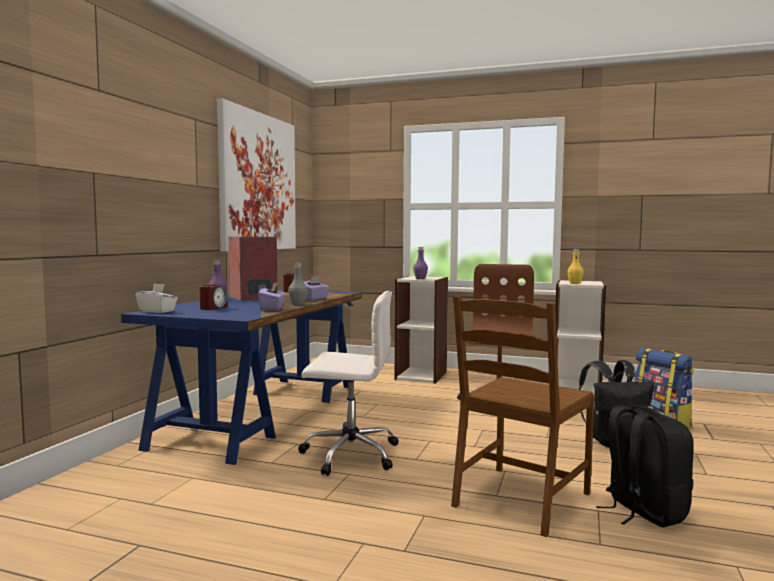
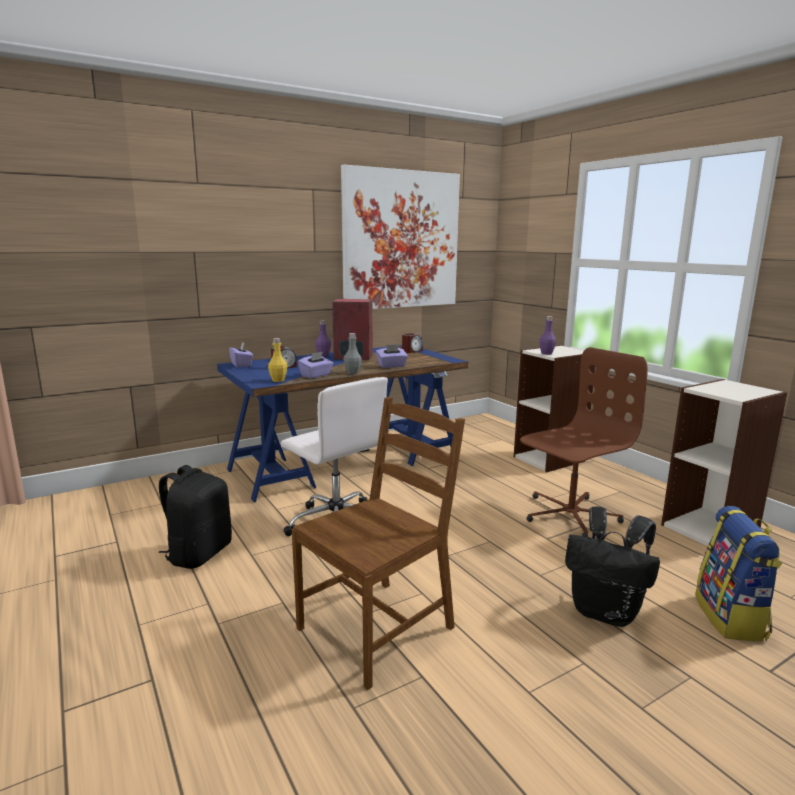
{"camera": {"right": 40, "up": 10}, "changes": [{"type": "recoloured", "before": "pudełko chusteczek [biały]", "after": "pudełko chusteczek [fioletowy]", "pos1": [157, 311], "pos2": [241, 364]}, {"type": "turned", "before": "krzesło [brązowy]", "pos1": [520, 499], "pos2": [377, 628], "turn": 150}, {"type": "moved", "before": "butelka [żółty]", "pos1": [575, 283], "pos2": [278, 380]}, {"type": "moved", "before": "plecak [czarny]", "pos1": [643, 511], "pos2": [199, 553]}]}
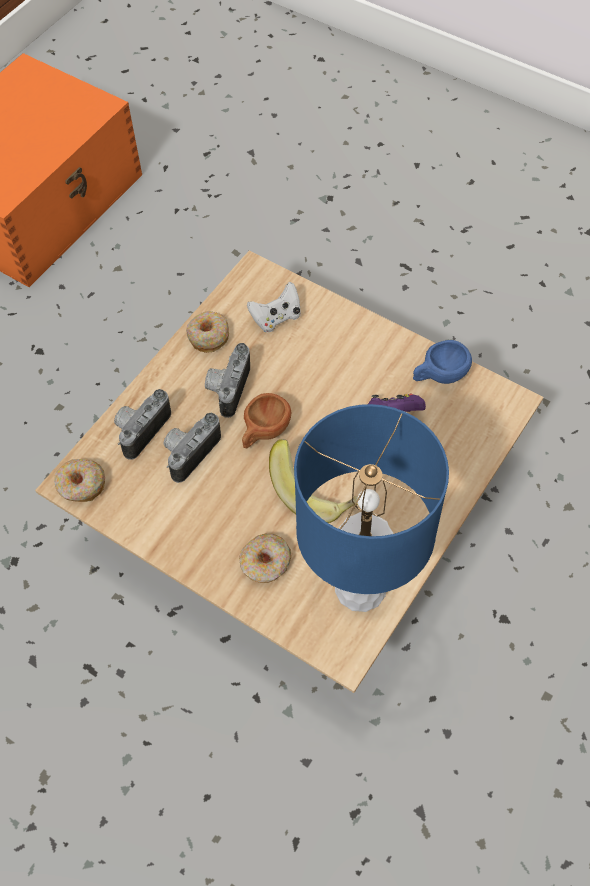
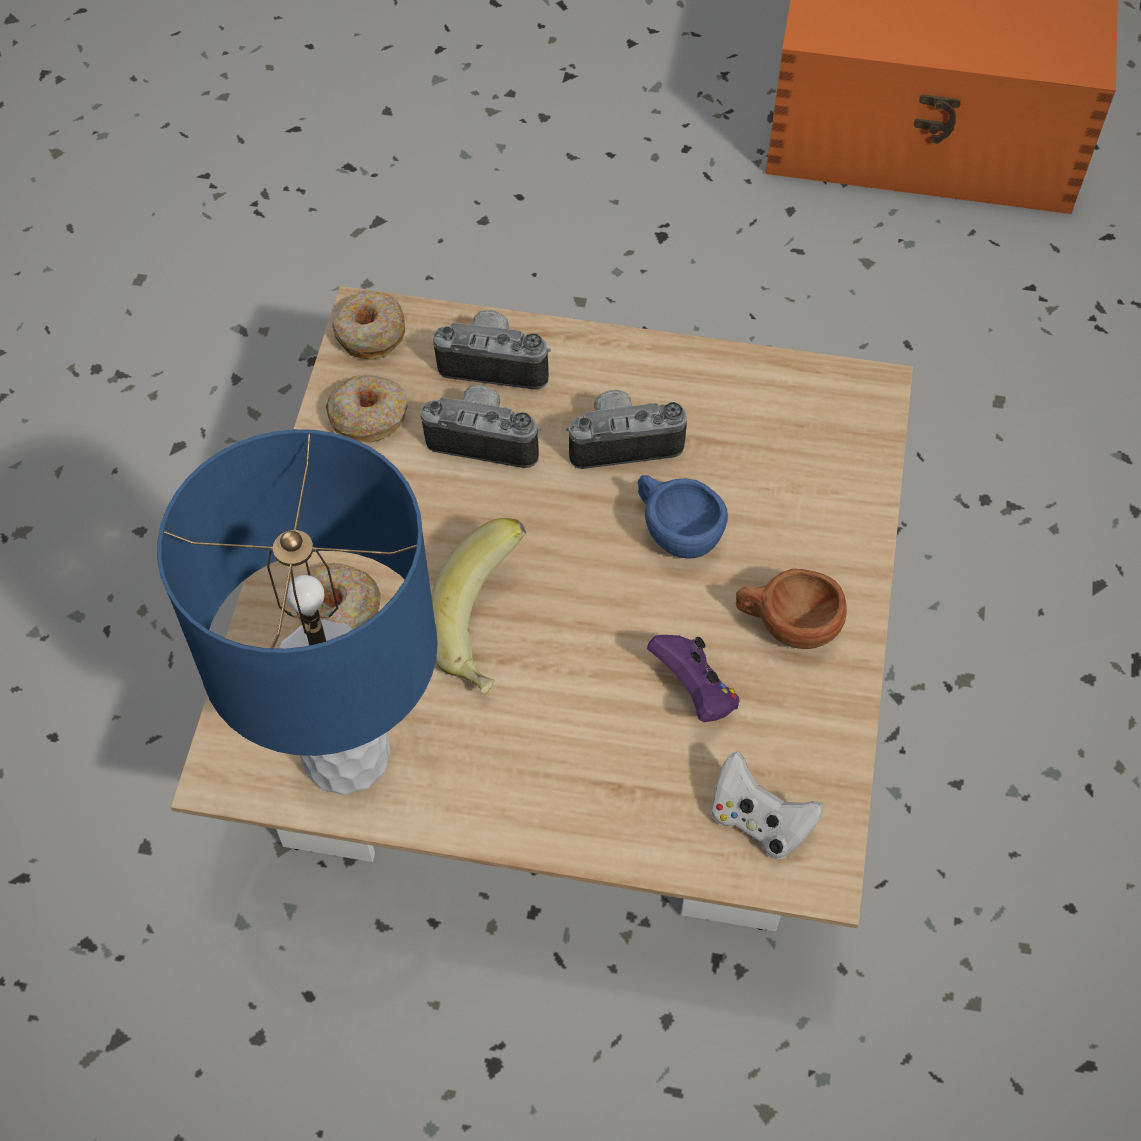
{"camera": {"right": 65, "up": 0}, "changes": [{"type": "moved", "before": "donut", "pos1": [208, 336], "pos2": [369, 416]}, {"type": "moved", "before": "filiżanka [brązowy]", "pos1": [264, 432], "pos2": [786, 625]}, {"type": "moved", "before": "pad do gier [biały]", "pos1": [276, 318], "pos2": [759, 821]}, {"type": "moved", "before": "filiżanka [niebieski]", "pos1": [439, 376], "pos2": [675, 531]}]}
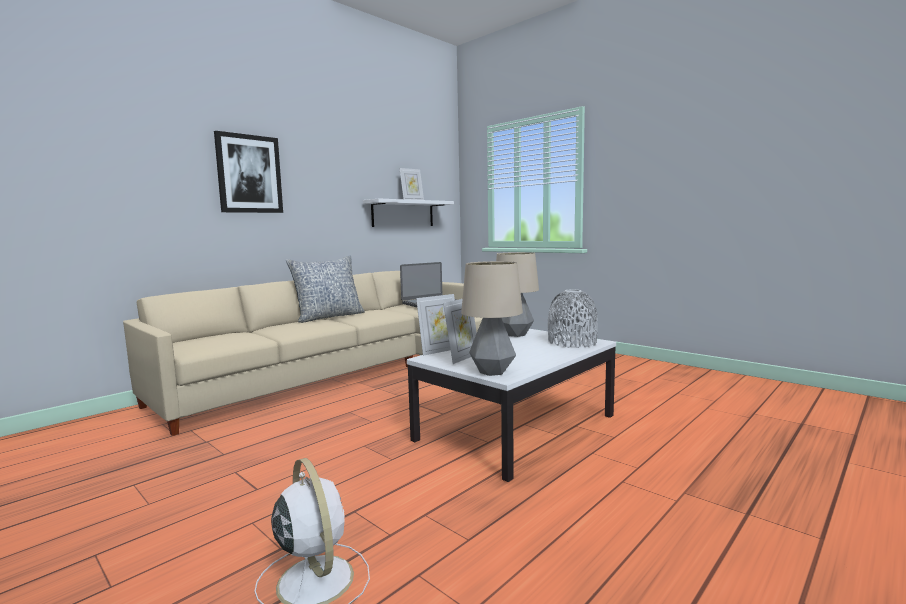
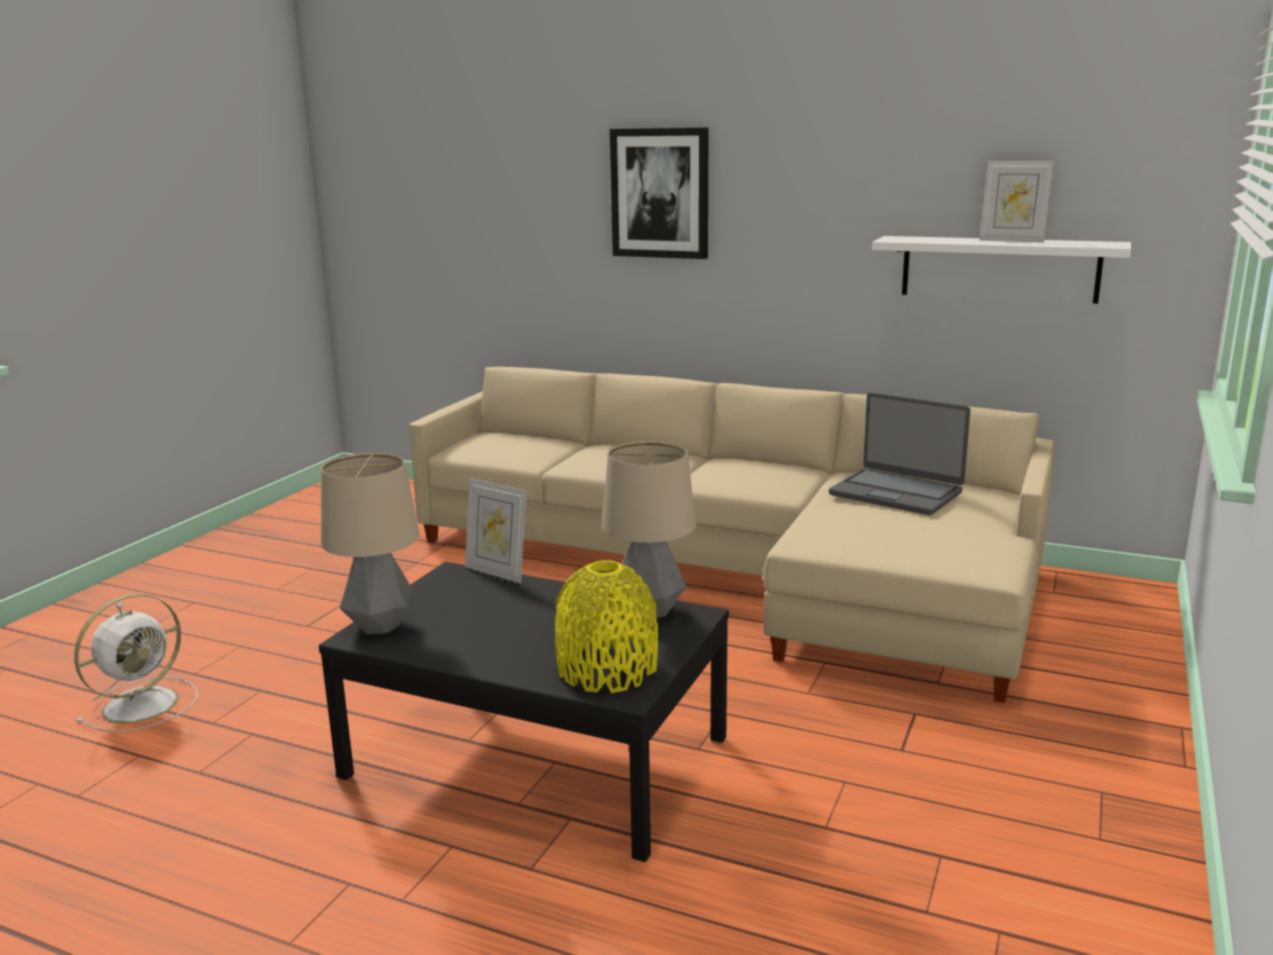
{"camera": {"right": 70, "up": 10}, "changes": [{"type": "removed", "before": "poduszka", "pos1": [328, 317]}, {"type": "recoloured", "before": "ława [biały]", "after": "ława [czarny]", "pos1": [516, 427], "pos2": [537, 756]}, {"type": "removed", "before": "ramka na zdjęcie", "pos1": [462, 358]}, {"type": "recoloured", "before": "wazon [szary]", "after": "wazon [żółty]", "pos1": [572, 342], "pos2": [607, 669]}]}
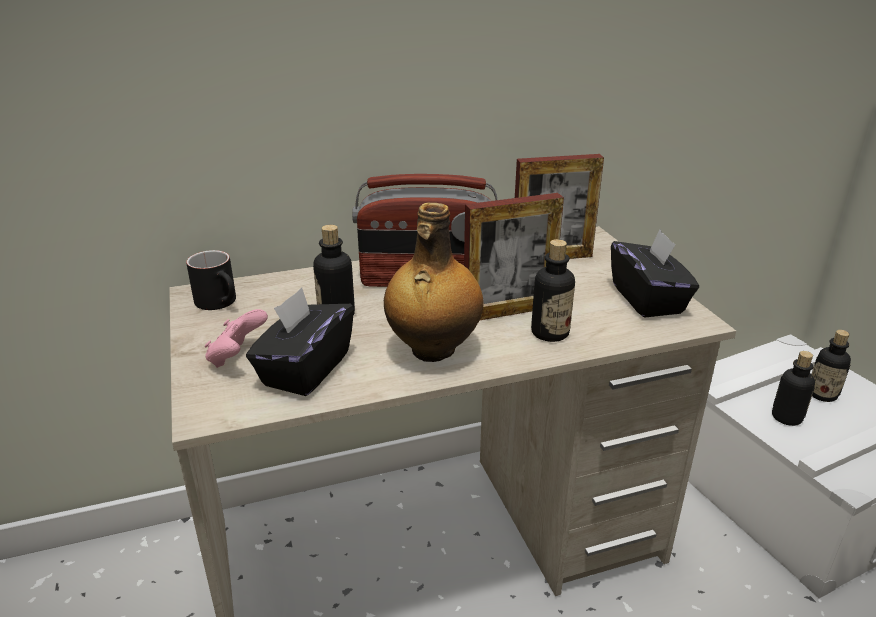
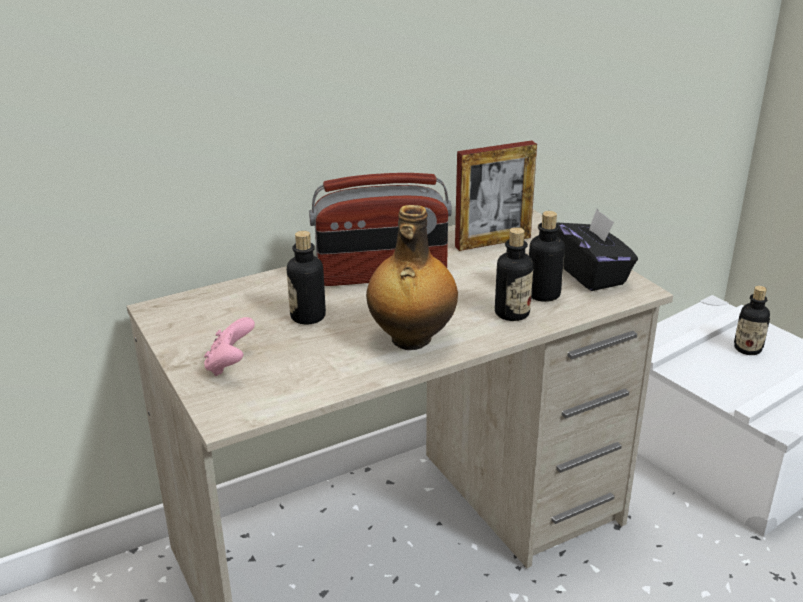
{"camera": {"right": -10, "up": 0}, "changes": [{"type": "removed", "before": "kubek [czarny]", "pos1": [221, 302]}, {"type": "removed", "before": "pudełko chusteczek [czarny]", "pos1": [305, 369]}, {"type": "removed", "before": "ramka na zdjęcie", "pos1": [508, 311]}, {"type": "moved", "before": "butelka", "pos1": [786, 417], "pos2": [543, 294]}]}
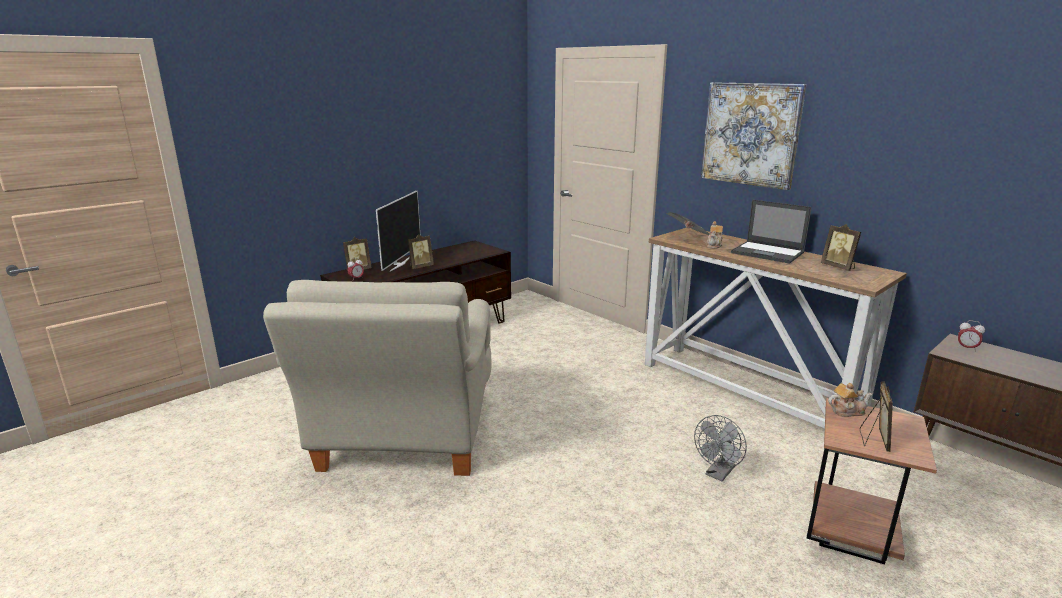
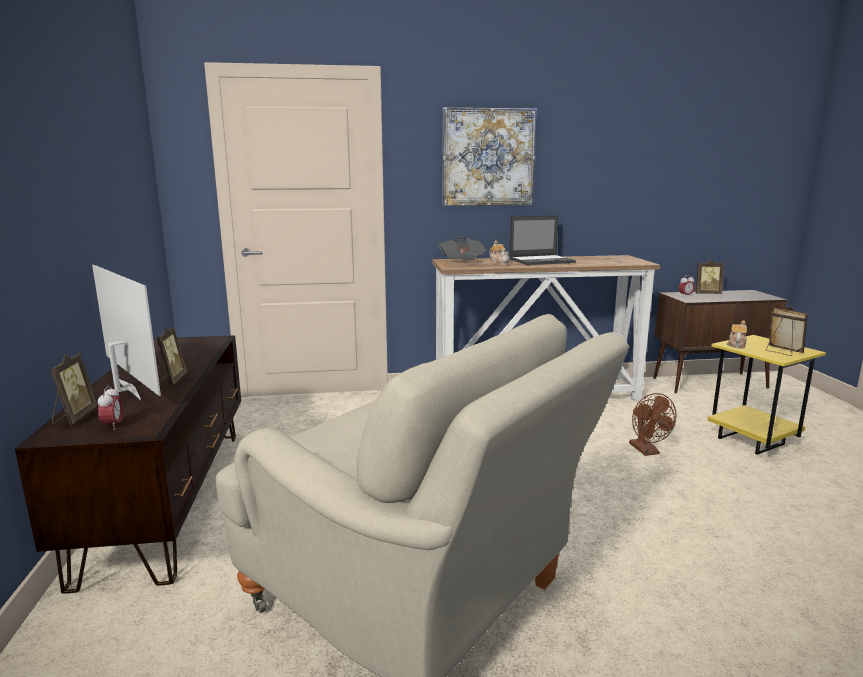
{"camera": {"right": -55, "up": -5}, "changes": [{"type": "recoloured", "before": "wentylator [szary]", "after": "wentylator [brązowy]", "pos1": [718, 474], "pos2": [647, 451]}, {"type": "recoloured", "before": "stolik [brązowy]", "after": "stolik [żółty]", "pos1": [848, 537], "pos2": [750, 442]}, {"type": "moved", "before": "ramka na zdjęcie", "pos1": [838, 267], "pos2": [706, 294]}]}
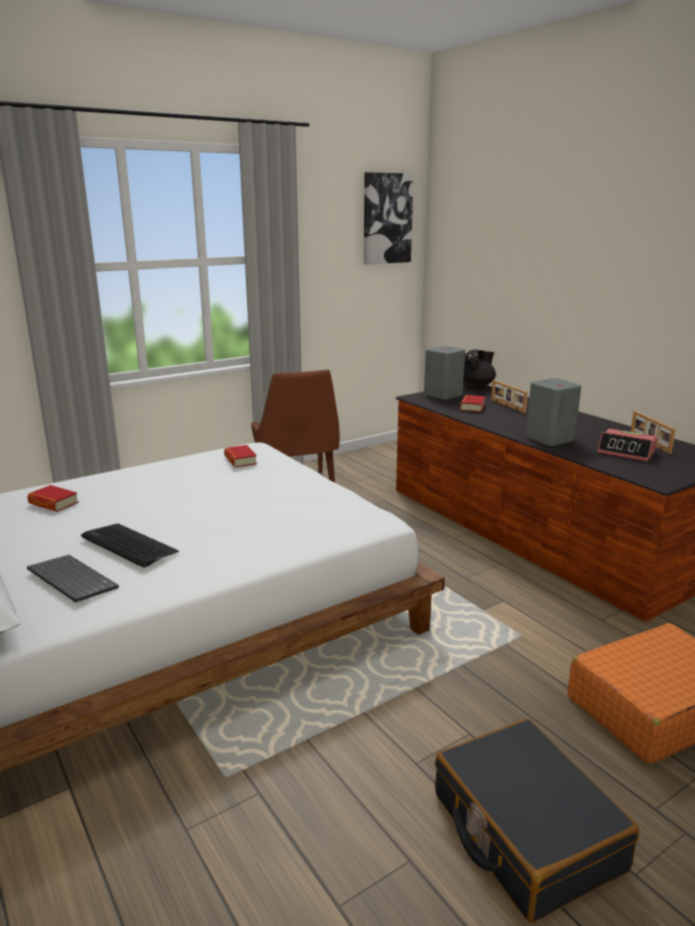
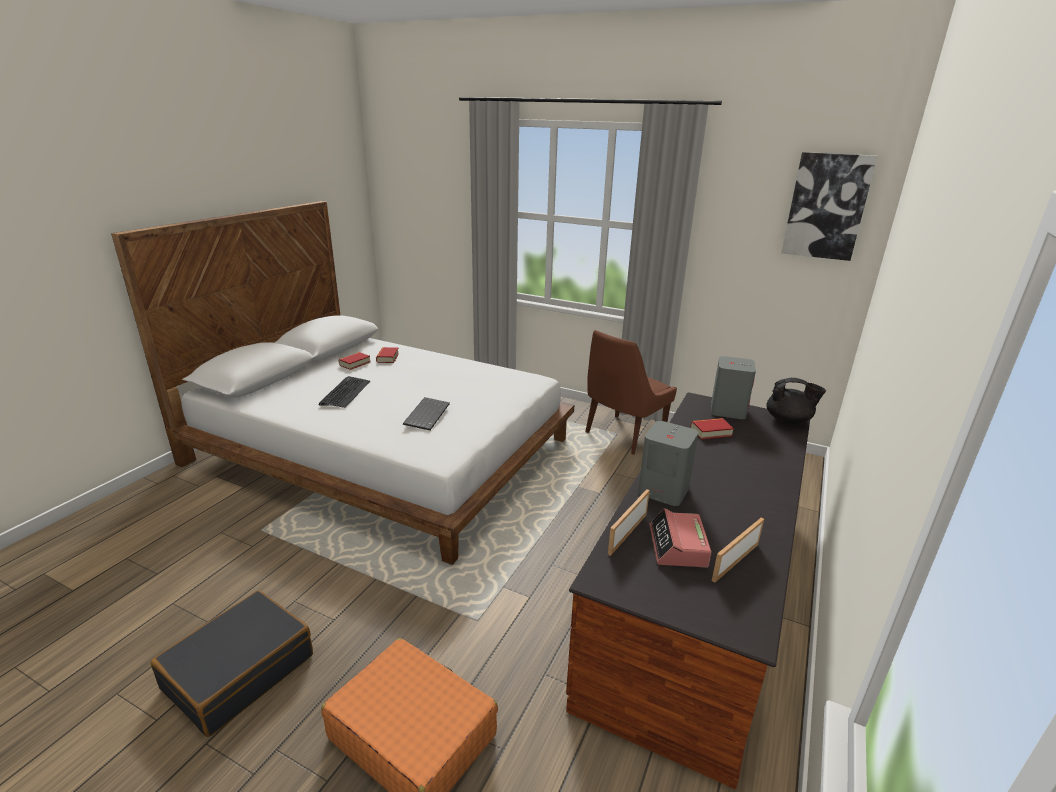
{"camera": {"right": 60, "up": 5}, "changes": [{"type": "moved", "before": "klawiatura", "pos1": [70, 580], "pos2": [426, 414]}, {"type": "moved", "before": "książka", "pos1": [240, 460], "pos2": [355, 363]}, {"type": "moved", "before": "ramka na zdjęcie", "pos1": [507, 406], "pos2": [626, 533]}]}
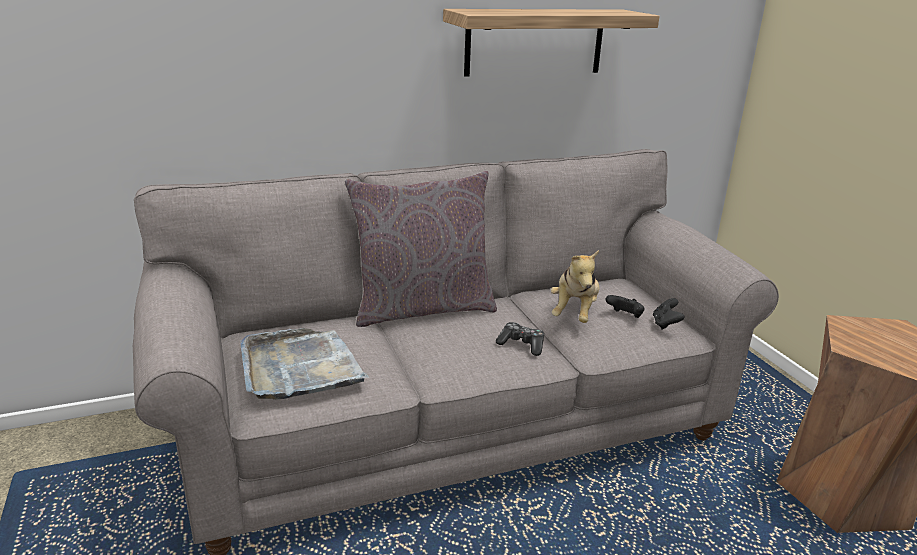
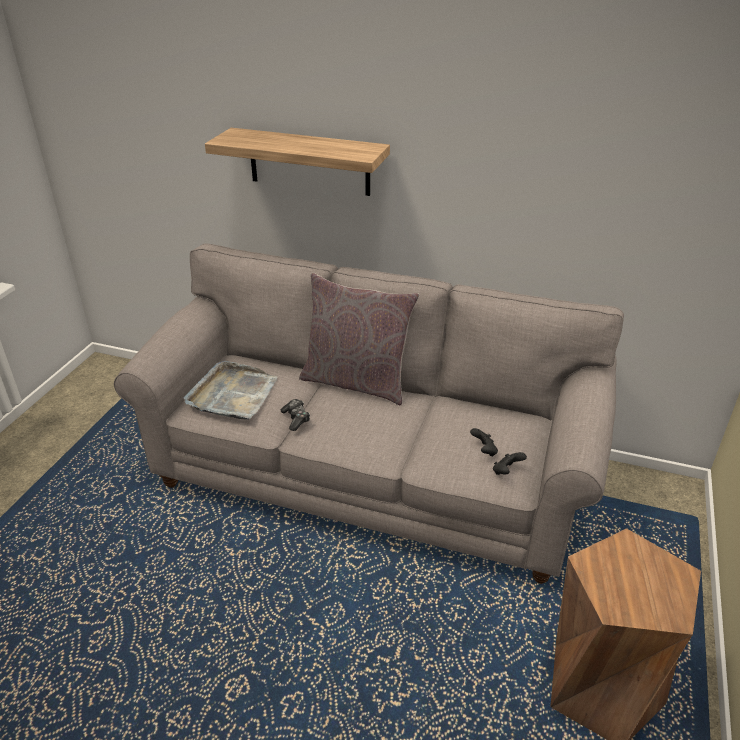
{"camera": {"right": 40, "up": 10}, "changes": [{"type": "moved", "before": "półka", "pos1": [535, 42], "pos2": [309, 162]}, {"type": "moved", "before": "pad do gier", "pos1": [522, 345], "pos2": [296, 418]}, {"type": "removed", "before": "pluszak", "pos1": [574, 313]}]}
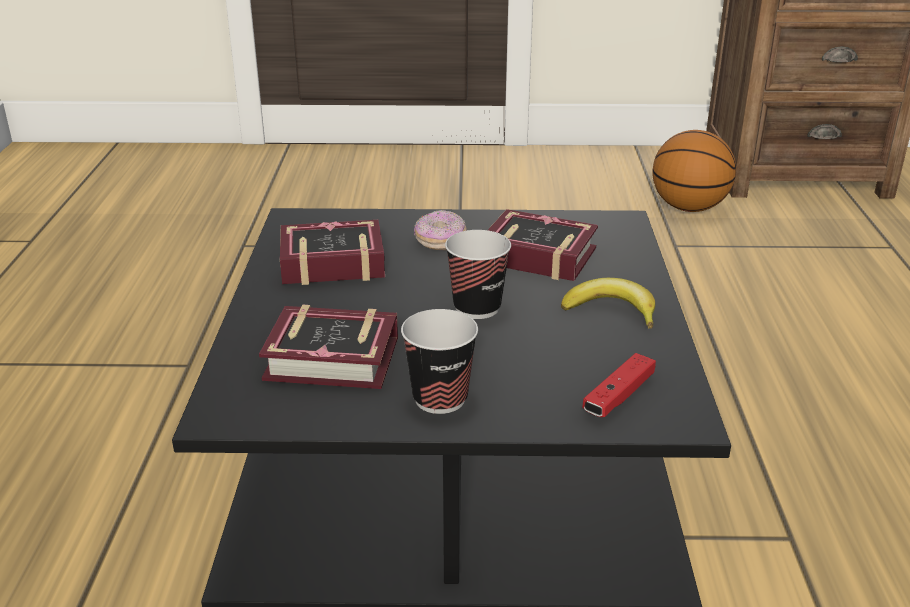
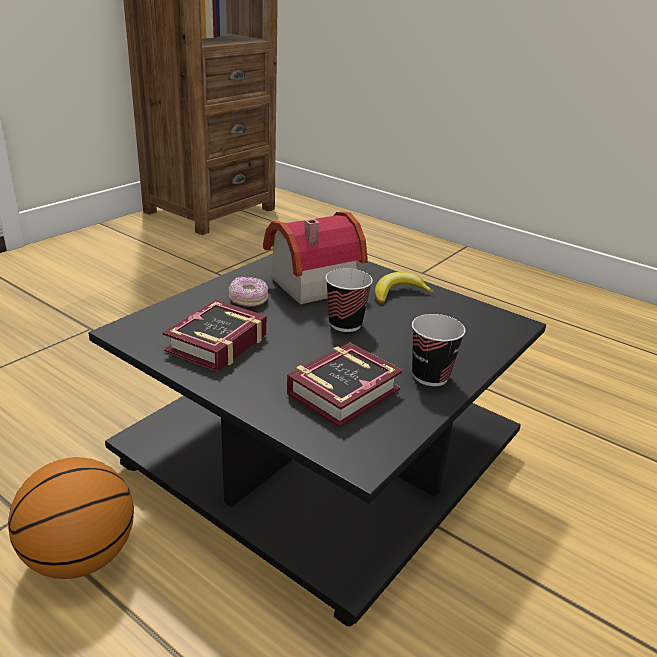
{"camera": {"right": -55, "up": 0}, "changes": [{"type": "replaced", "before": "książka", "after": "domek", "pos1": [534, 253], "pos2": [308, 283]}, {"type": "removed", "before": "pad do gier [czerwony]", "pos1": [618, 396]}, {"type": "moved", "before": "piłka do koszykówki", "pos1": [688, 208], "pos2": [80, 556]}]}
